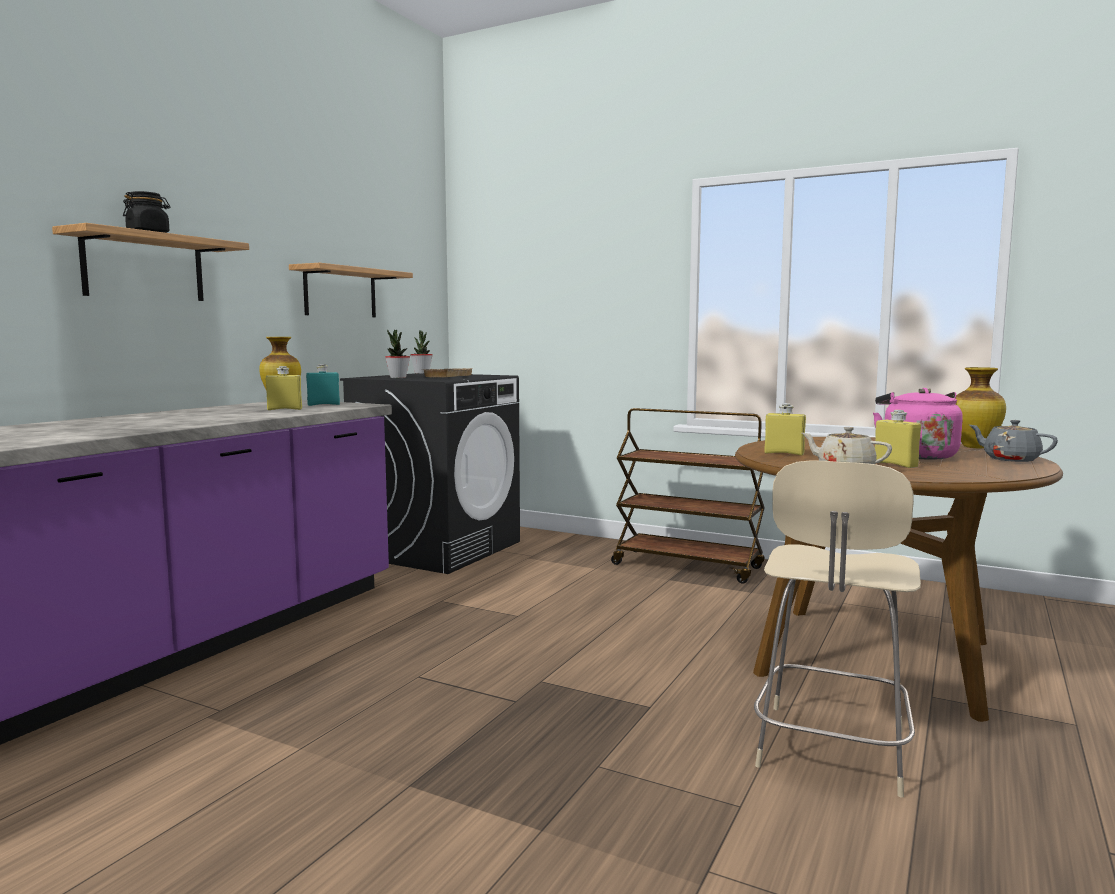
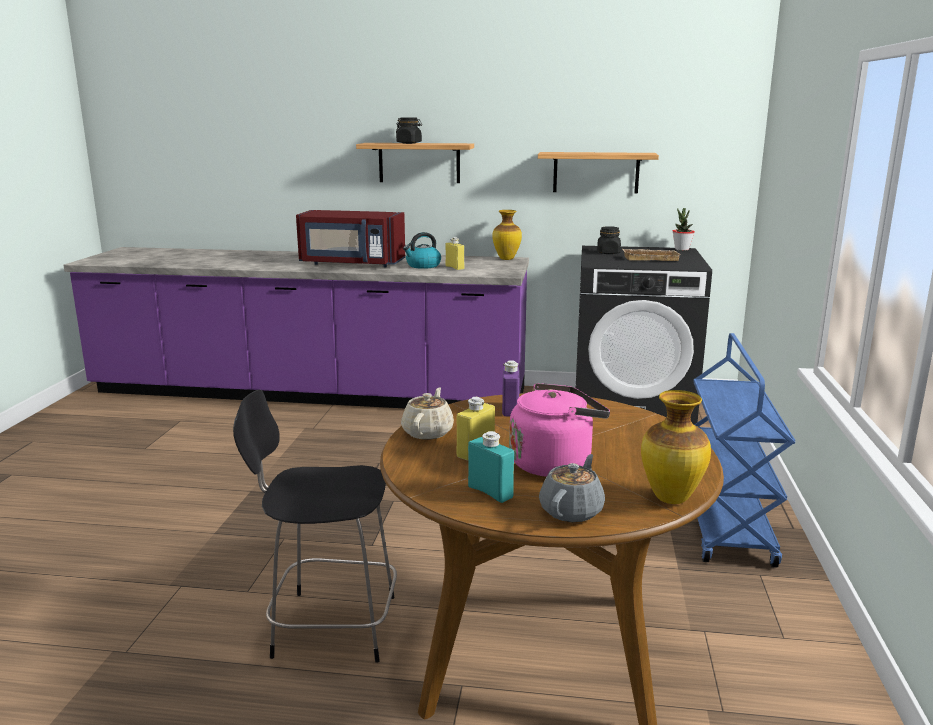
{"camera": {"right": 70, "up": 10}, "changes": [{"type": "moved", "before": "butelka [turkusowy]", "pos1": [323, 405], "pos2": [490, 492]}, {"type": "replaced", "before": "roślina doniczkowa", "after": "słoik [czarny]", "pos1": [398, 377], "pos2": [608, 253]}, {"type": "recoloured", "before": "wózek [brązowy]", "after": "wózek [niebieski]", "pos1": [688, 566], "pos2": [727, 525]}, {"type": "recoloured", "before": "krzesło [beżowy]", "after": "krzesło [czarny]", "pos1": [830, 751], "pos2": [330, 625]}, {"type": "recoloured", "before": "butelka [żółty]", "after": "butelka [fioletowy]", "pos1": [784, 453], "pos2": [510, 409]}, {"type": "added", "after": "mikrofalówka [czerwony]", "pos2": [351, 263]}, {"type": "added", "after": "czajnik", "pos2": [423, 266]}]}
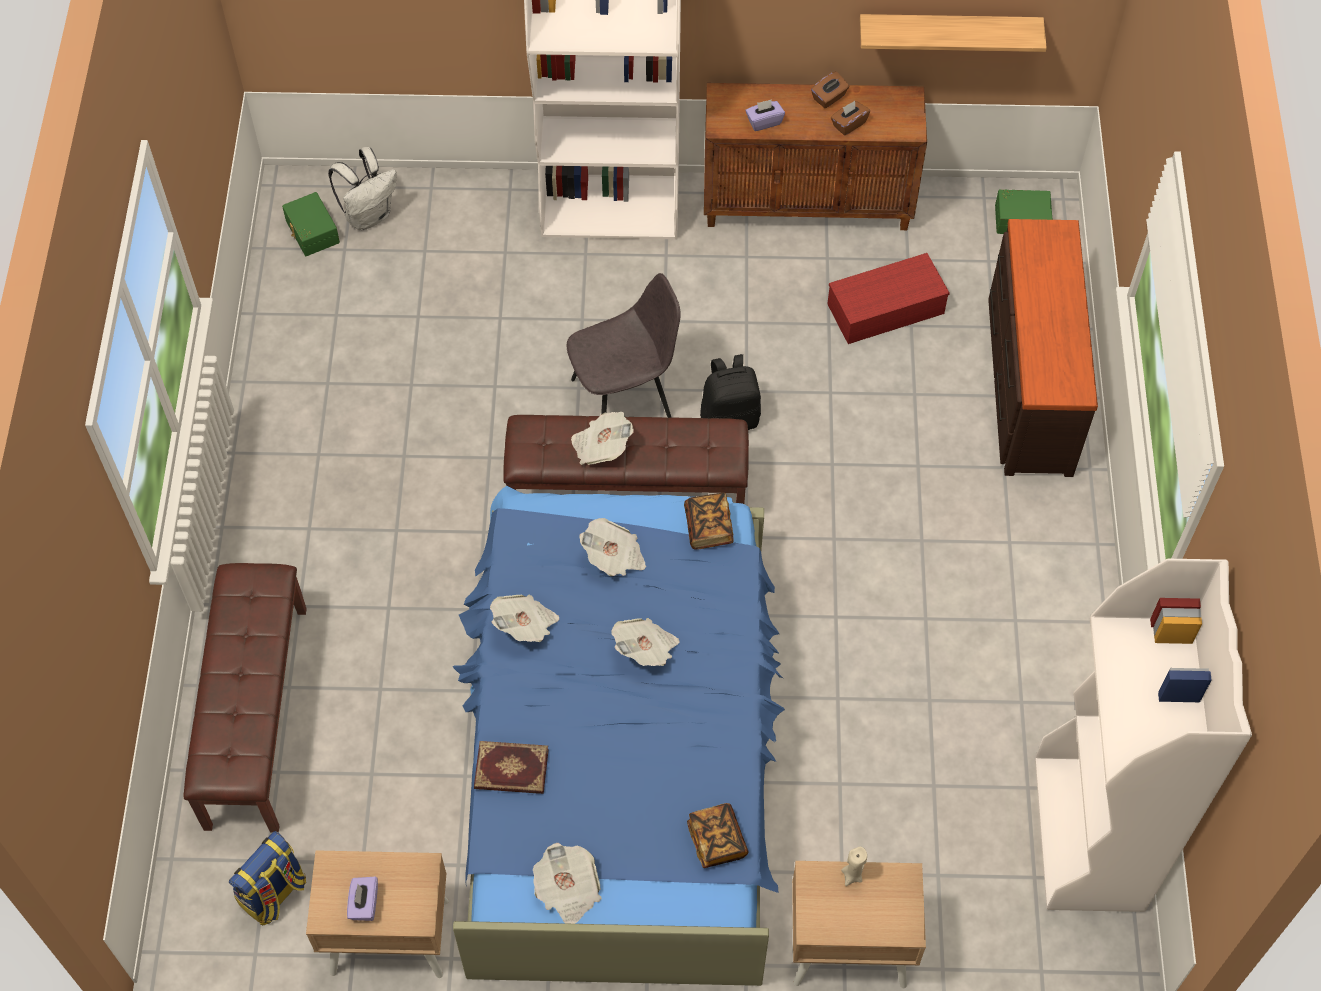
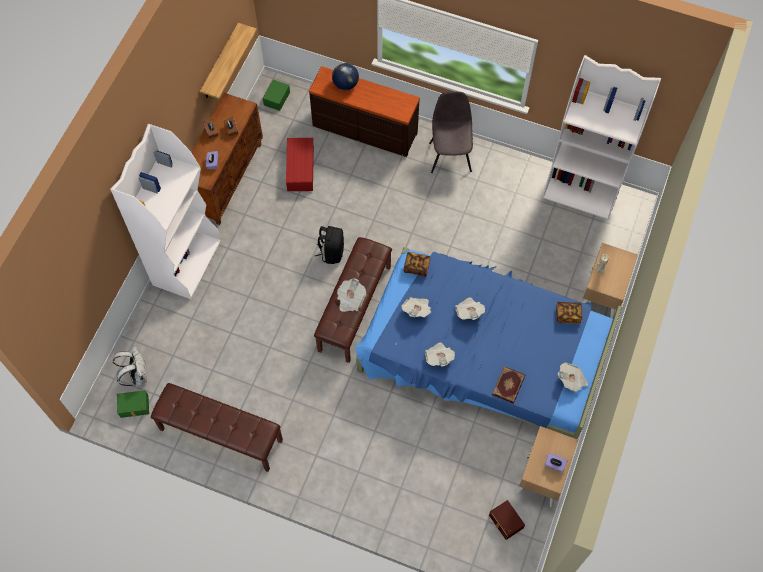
{"camera": {"right": -70, "up": 5}, "changes": [{"type": "moved", "before": "ławka [brązowy]", "pos1": [255, 715], "pos2": [220, 435]}, {"type": "replaced", "before": "plecak", "after": "pojemnik do przechowywania [brązowy]", "pos1": [274, 894], "pos2": [505, 522]}, {"type": "moved", "before": "krzesło [szary]", "pos1": [624, 399], "pos2": [450, 156]}, {"type": "added", "after": "globus", "pos2": [345, 84]}]}
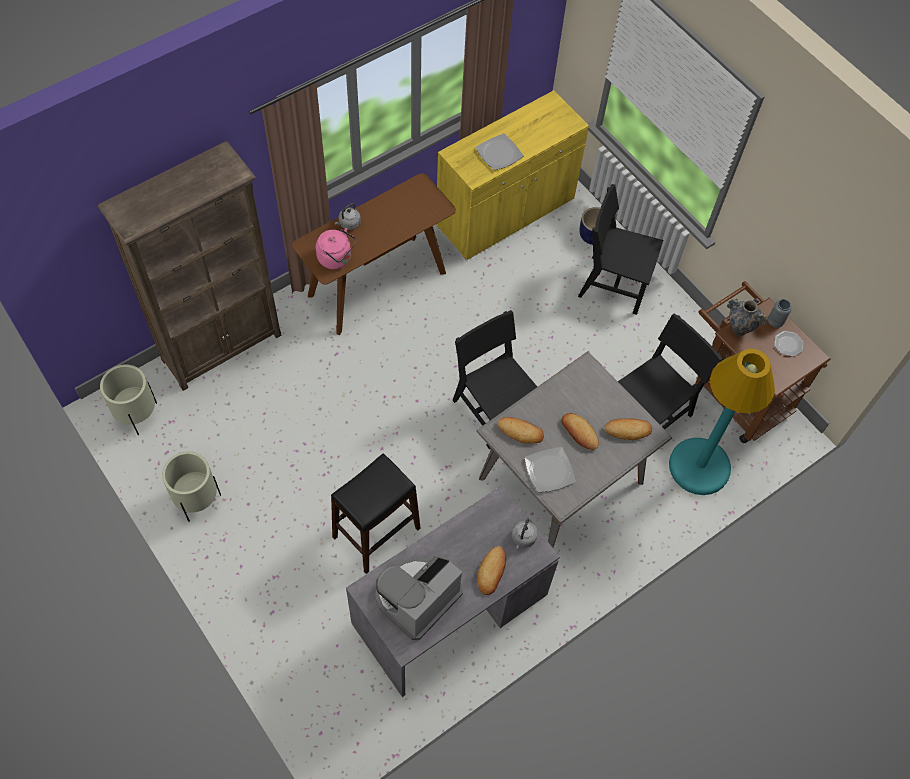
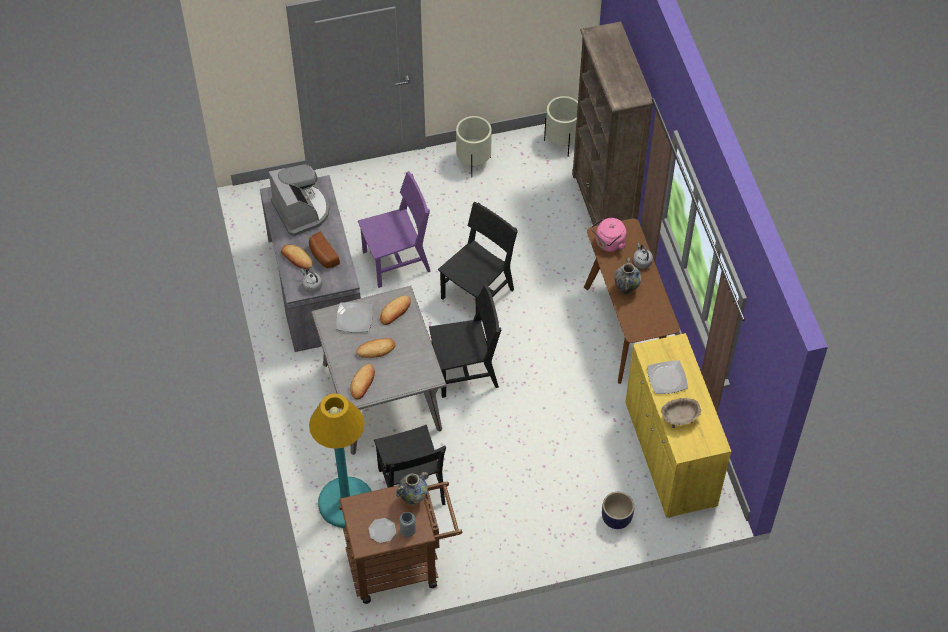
{"camera": {"right": 115, "up": -5}, "changes": [{"type": "replaced", "before": "stołek [czarny]", "after": "krzesło [fioletowy]", "pos1": [376, 532], "pos2": [396, 261]}, {"type": "moved", "before": "krzesło [czarny]", "pos1": [614, 284], "pos2": [477, 294]}, {"type": "added", "after": "chleb", "pos2": [322, 256]}, {"type": "added", "after": "wazon", "pos2": [626, 289]}, {"type": "added", "after": "miska [beżowy]", "pos2": [679, 418]}]}
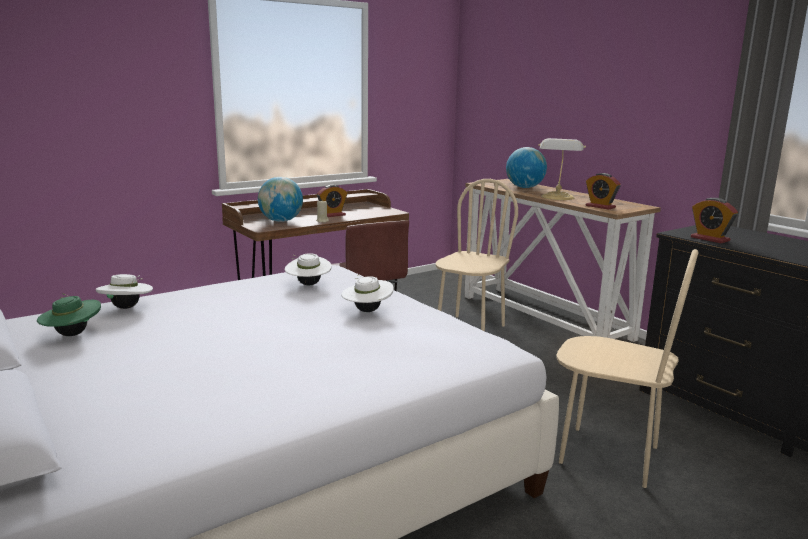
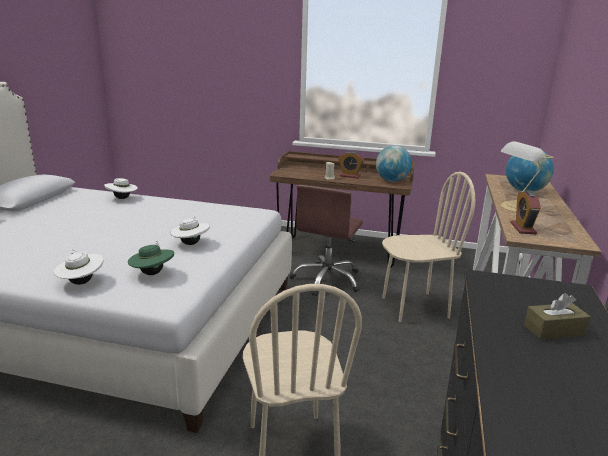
{"camera": {"right": 50, "up": 5}, "changes": [{"type": "moved", "before": "kapelusz [zielony]", "pos1": [72, 334], "pos2": [152, 273]}, {"type": "moved", "before": "globus", "pos1": [281, 221], "pos2": [392, 181]}, {"type": "moved", "before": "kapelusz [biały]", "pos1": [308, 284], "pos2": [81, 282]}, {"type": "removed", "before": "budzik", "pos1": [710, 239]}, {"type": "added", "after": "pudełko chusteczek [brązowy]", "pos2": [554, 330]}]}
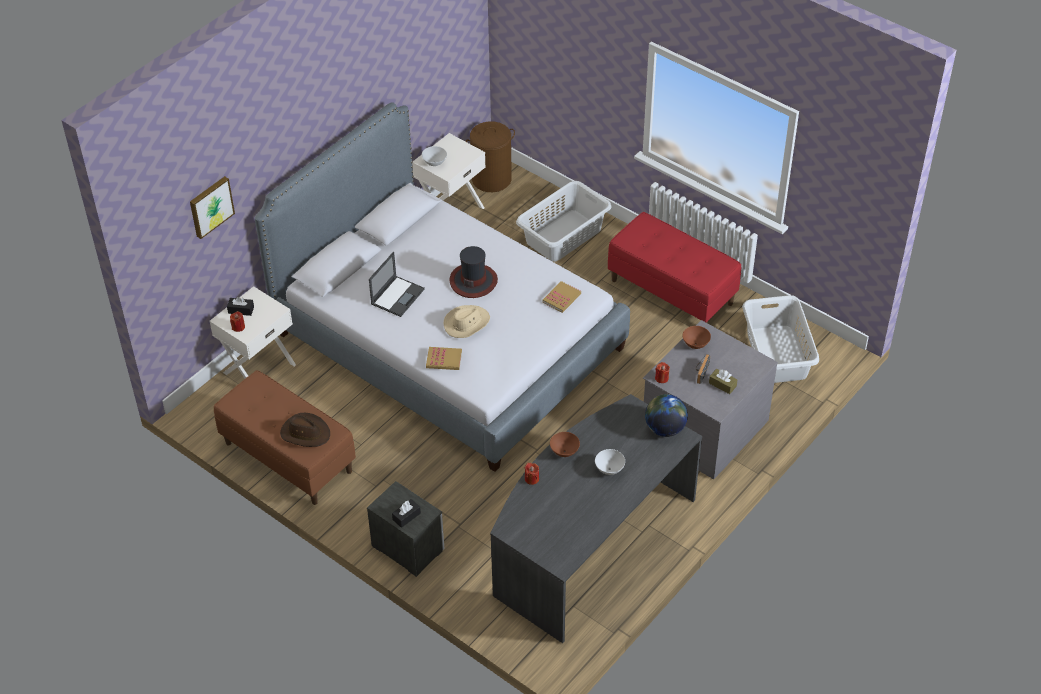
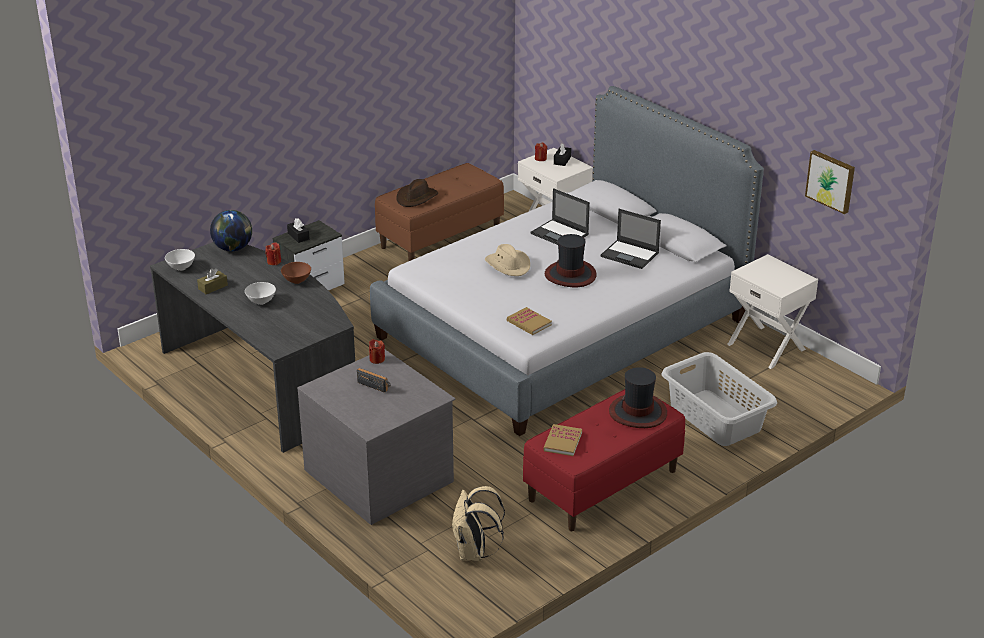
{"camera": {"right": 100, "up": -15}, "changes": [{"type": "moved", "before": "obraz", "pos1": [210, 206], "pos2": [831, 181]}, {"type": "moved", "before": "miska [biały]", "pos1": [434, 163], "pos2": [181, 268]}, {"type": "moved", "before": "książka", "pos1": [444, 360], "pos2": [562, 442]}, {"type": "removed", "before": "kosz na pranie [brązowy]", "pos1": [492, 179]}, {"type": "moved", "before": "globus", "pos1": [664, 428], "pos2": [233, 248]}, {"type": "removed", "before": "miska [brązowy]", "pos1": [695, 344]}, {"type": "moved", "before": "pudełko chusteczek [brązowy]", "pos1": [722, 384], "pos2": [213, 287]}, {"type": "replaced", "before": "kosz na pranie [szary]", "after": "plecak [beżowy]", "pos1": [777, 354], "pos2": [474, 553]}, {"type": "added", "after": "laptop", "pos2": [630, 255]}, {"type": "added", "after": "kapelusz", "pos2": [638, 412]}]}
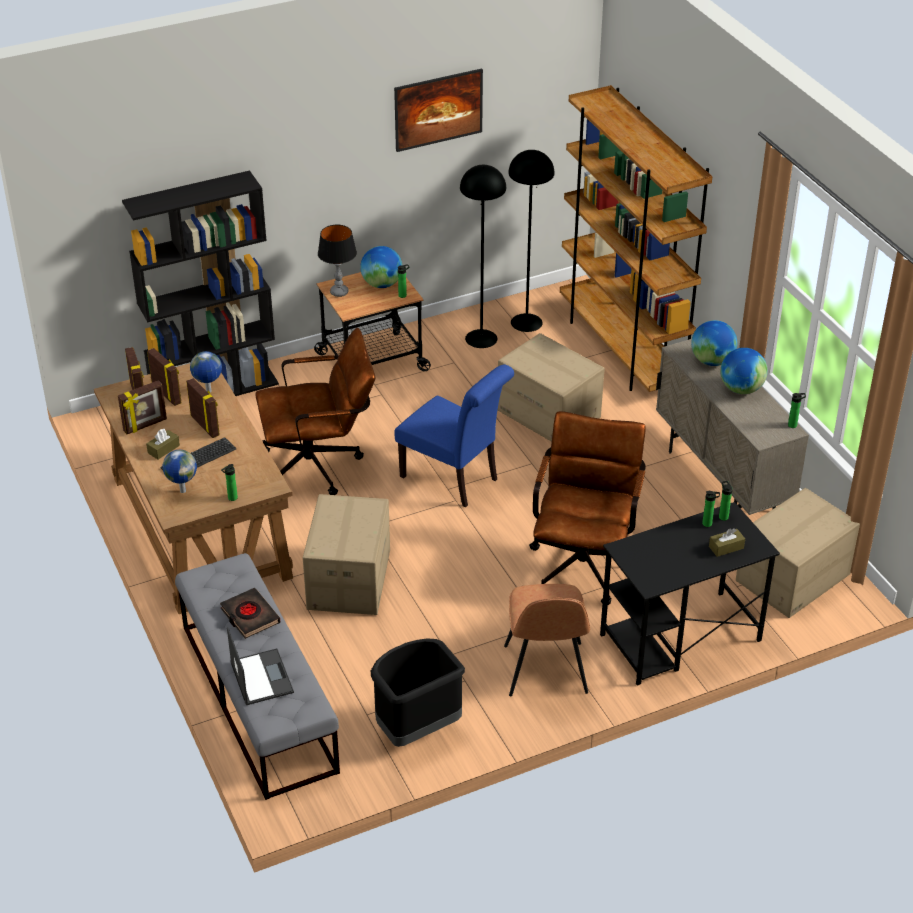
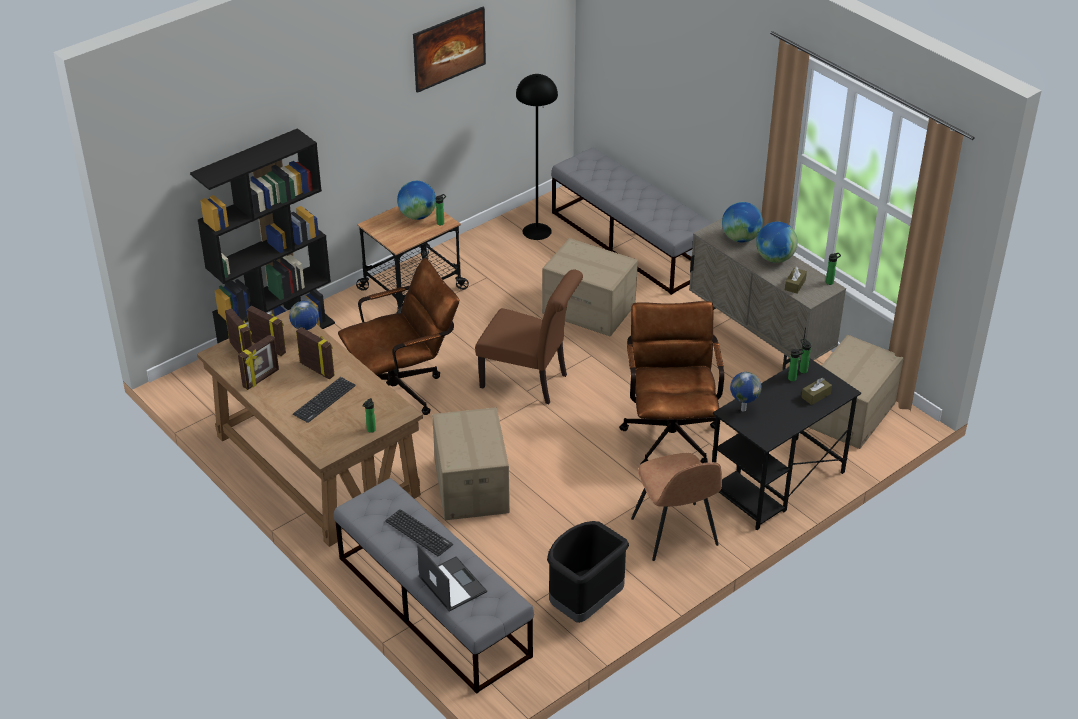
{"camera": {"right": -15, "up": 0}, "changes": [{"type": "moved", "before": "pudełko chusteczek [brązowy]", "pos1": [163, 449], "pos2": [795, 285]}, {"type": "moved", "before": "globus", "pos1": [182, 490], "pos2": [742, 409]}, {"type": "replaced", "before": "książka [czarny]", "after": "klawiatura", "pos1": [250, 616], "pos2": [418, 533]}, {"type": "removed", "before": "lampa stołowa", "pos1": [339, 292]}, {"type": "recoloured", "before": "krzesło [niebieski]", "after": "krzesło [brązowy]", "pos1": [454, 480], "pos2": [529, 381]}, {"type": "removed", "before": "lampa stojąca [czarny]", "pos1": [481, 338]}, {"type": "replaced", "before": "regał [brązowy]", "after": "ławka [szary]", "pos1": [622, 349], "pos2": [630, 242]}]}
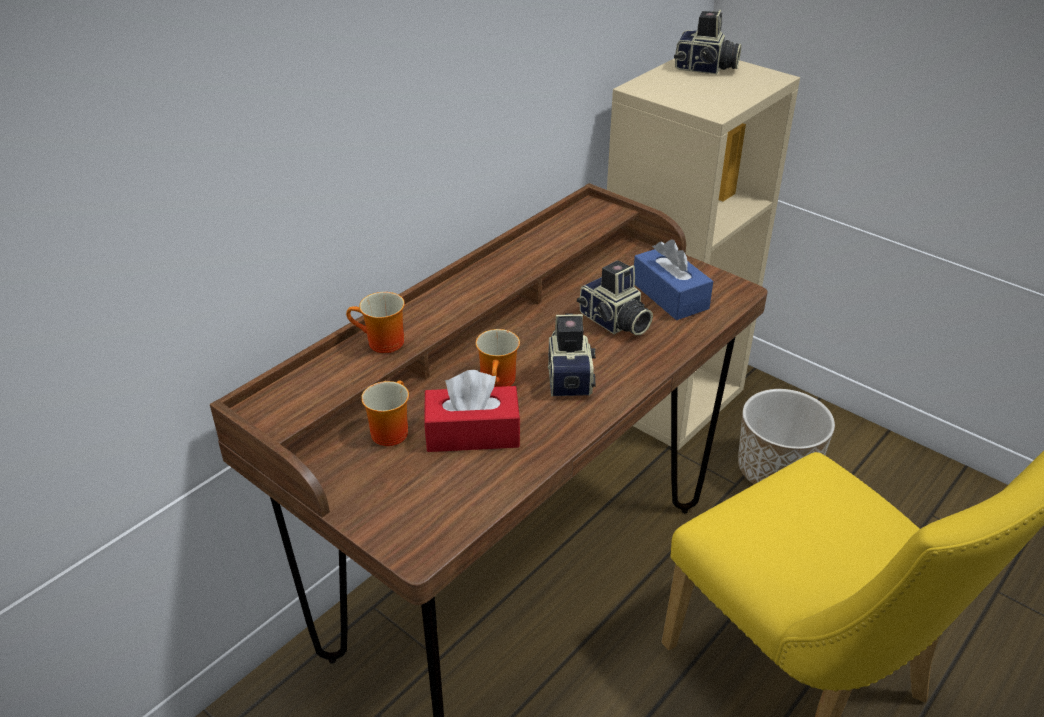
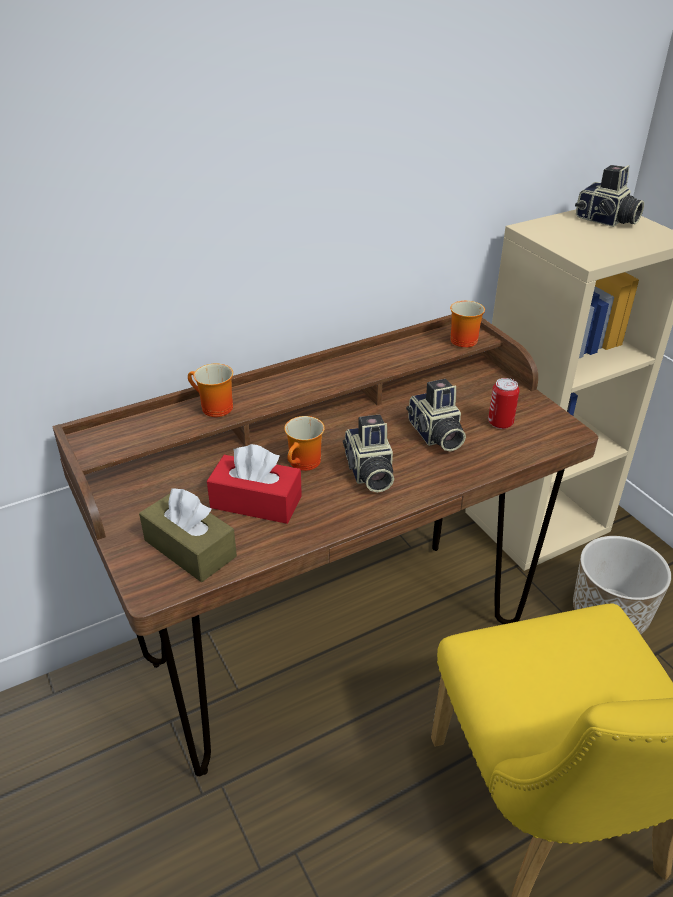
{"camera": {"right": 20, "up": 0}, "changes": [{"type": "moved", "before": "kubek", "pos1": [388, 430], "pos2": [463, 338]}, {"type": "turned", "before": "aparat fotograficzny", "pos1": [570, 376], "pos2": [368, 473], "turn": 150}, {"type": "replaced", "before": "pudełko chusteczek [niebieski]", "after": "puszka", "pos1": [670, 296], "pos2": [500, 423]}, {"type": "added", "after": "pudełko chusteczek [brązowy]", "pos2": [190, 548]}]}
